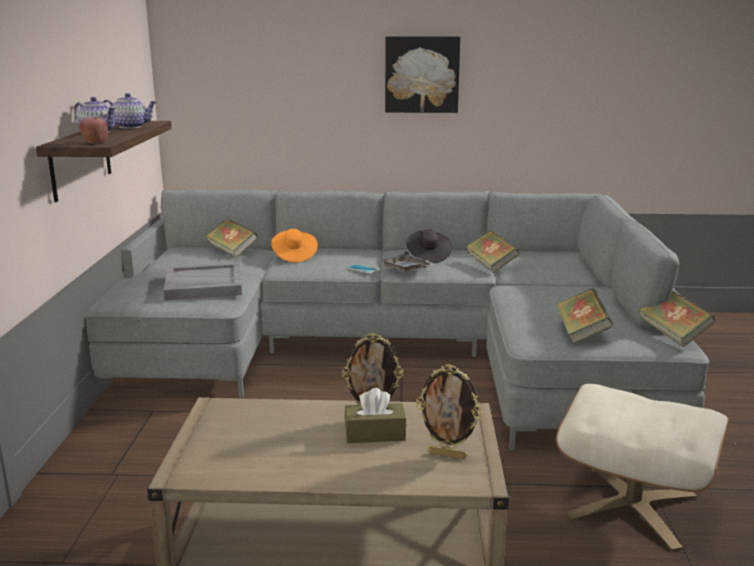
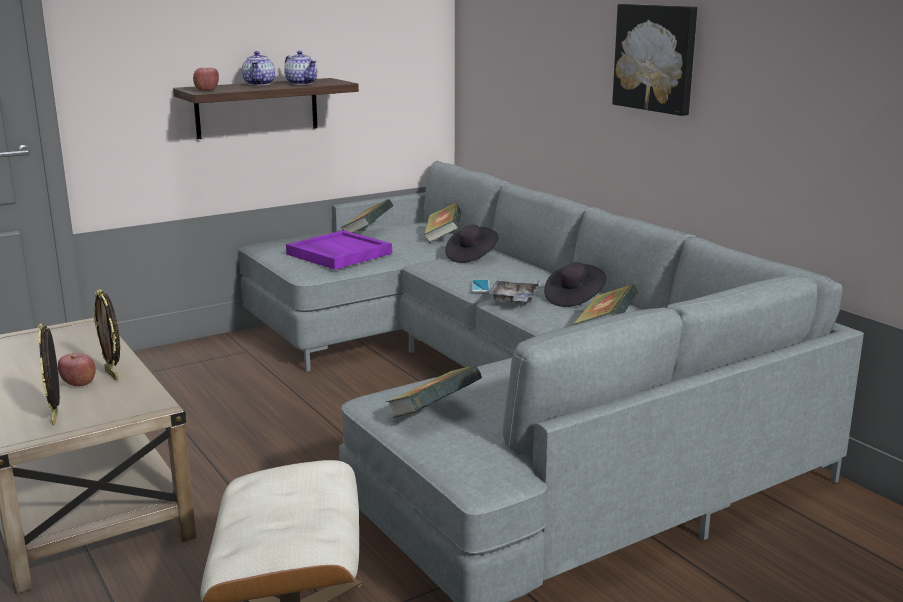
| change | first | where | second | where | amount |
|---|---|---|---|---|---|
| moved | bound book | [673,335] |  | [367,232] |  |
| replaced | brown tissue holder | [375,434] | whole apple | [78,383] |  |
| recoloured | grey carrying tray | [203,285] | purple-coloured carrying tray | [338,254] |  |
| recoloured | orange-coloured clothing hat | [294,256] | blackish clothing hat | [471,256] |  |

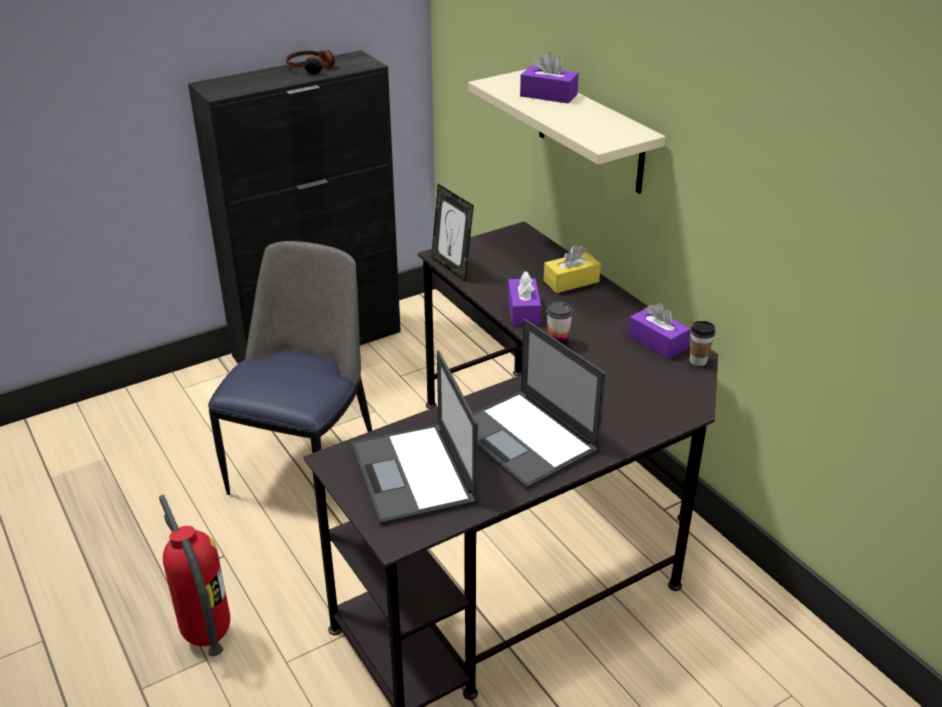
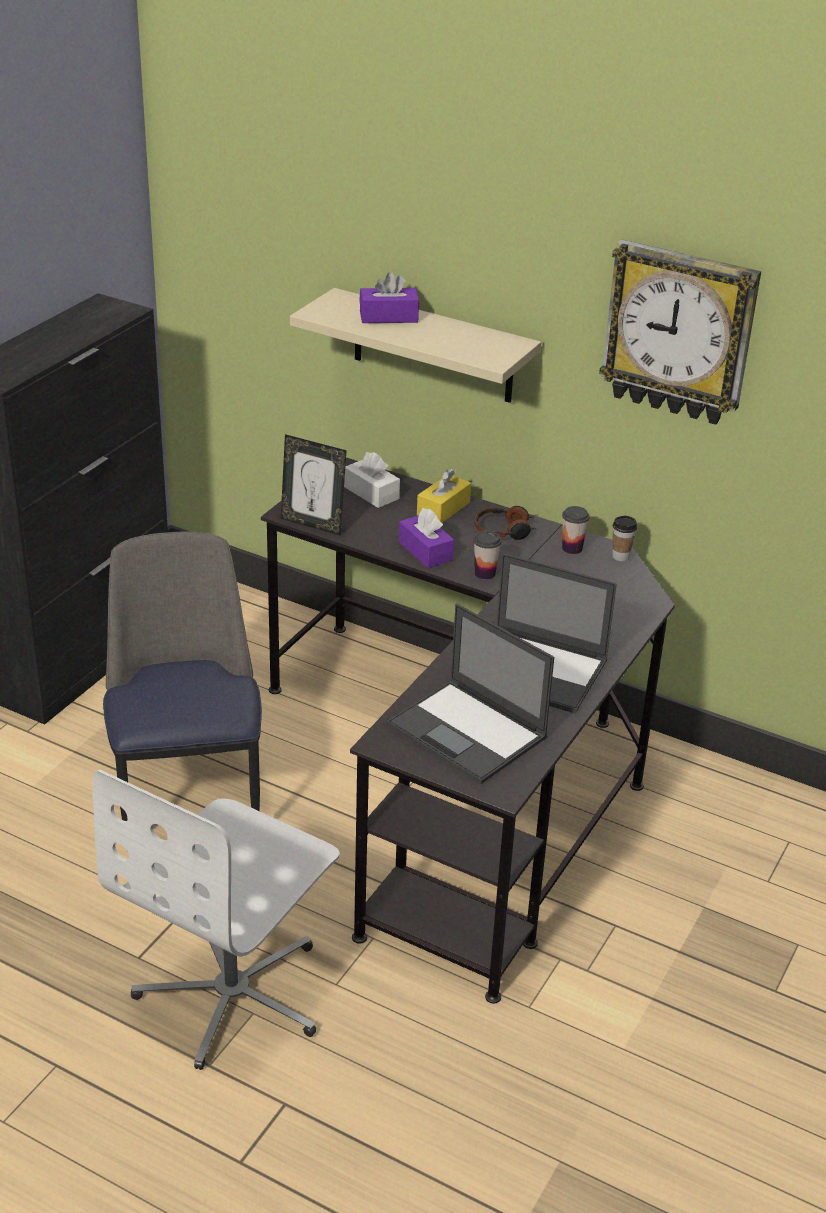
| change | first | where | second | where | amount |
|---|---|---|---|---|---|
| added |  |  | white-coloured tissue holder | [371,493] |  |
| added |  |  | clock on the wall | [679,332] |  |
| moved | pair of headphones | [311,68] |  | [504,531] |  |
| replaced | fire extinguisher | [206,637] | white-coloured office chair | [233,993] |  |
| replaced | purple-coloured tissue holder | [657,342] | cup | [572,548] |  |

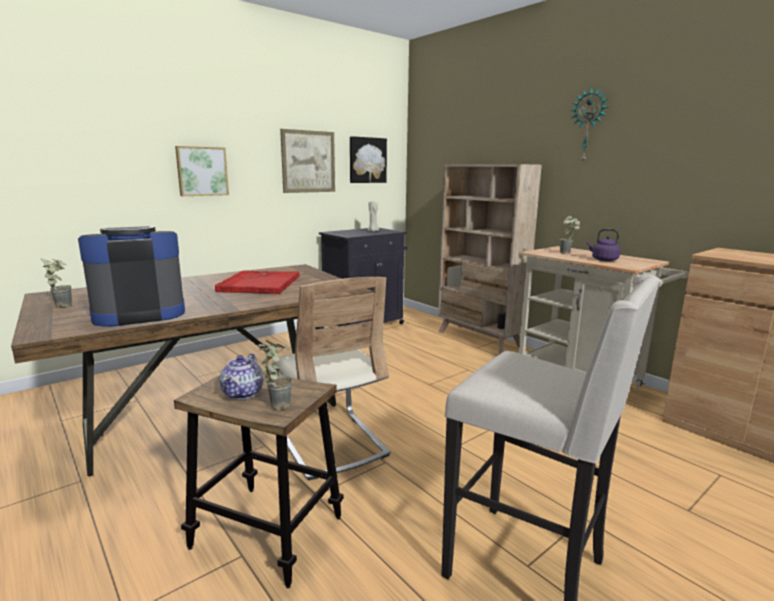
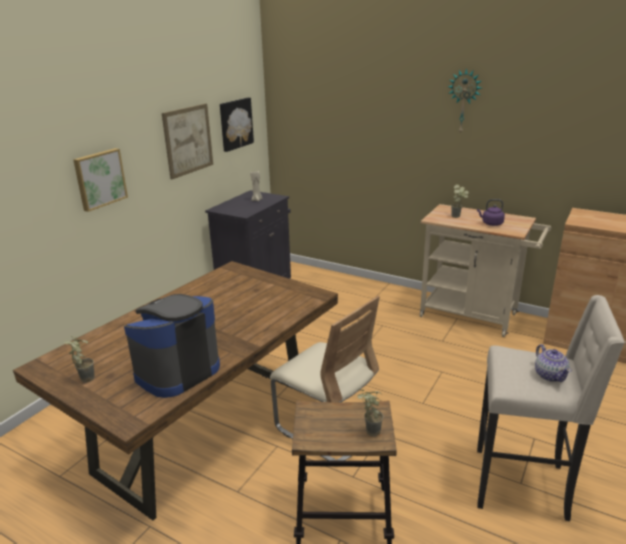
| change | first | where | second | where | amount |
|---|---|---|---|---|---|
| removed | reddish carrying tray | [259,284] |  |  |  |
| removed | sand-coloured bookcase | [479,339] |  |  |  |
| moved | tea pot | [243,393] |  | [550,375] |  |

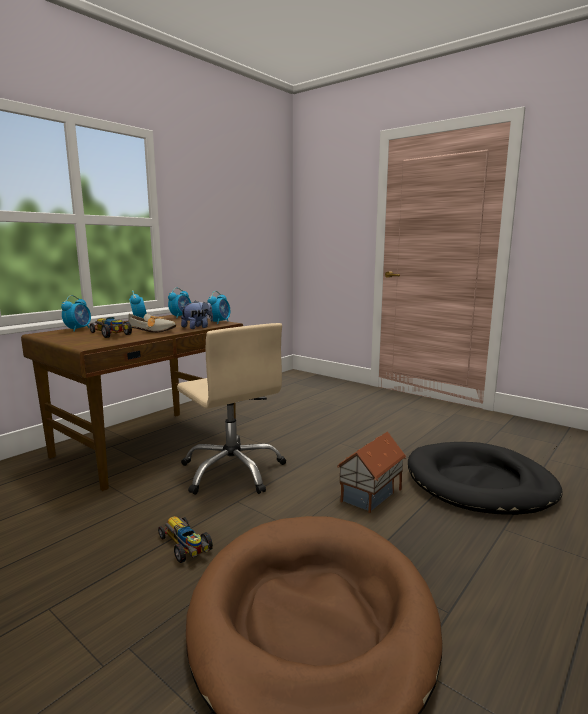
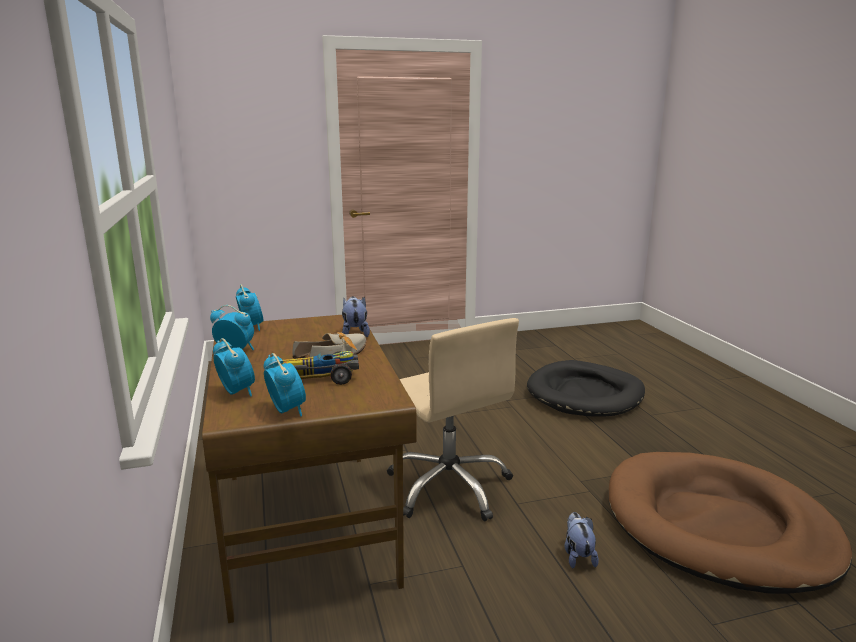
| change | first | where | second | where | amount |
|---|---|---|---|---|---|
| removed | model house | [372,495] |  |  |  |
| moved | bedside clock | [219,322] |  | [286,410] |  |
| replaced | miniature car | [186,546] | plush toy | [578,556] |  |
| turned | sand-coloured office chair | [233,471] |  | [449,486] | 60 degrees clockwise |

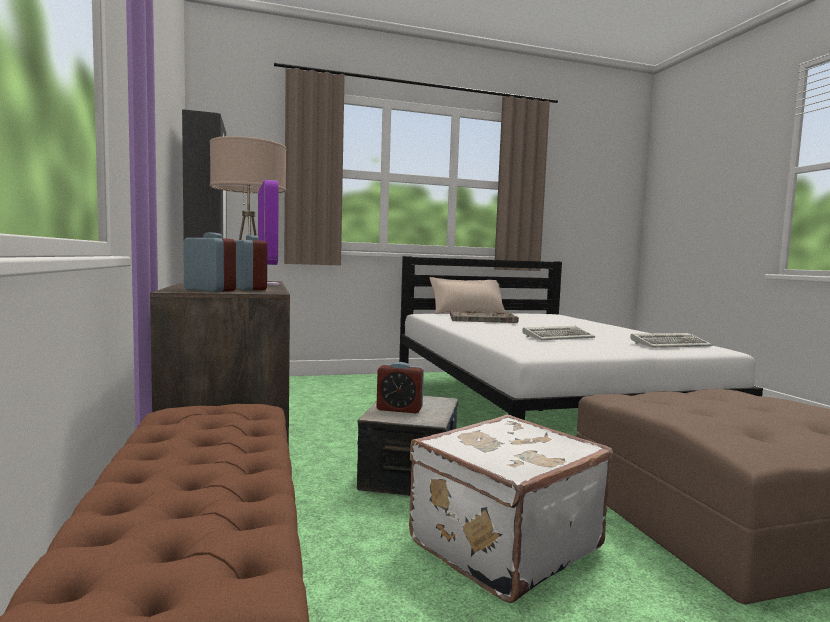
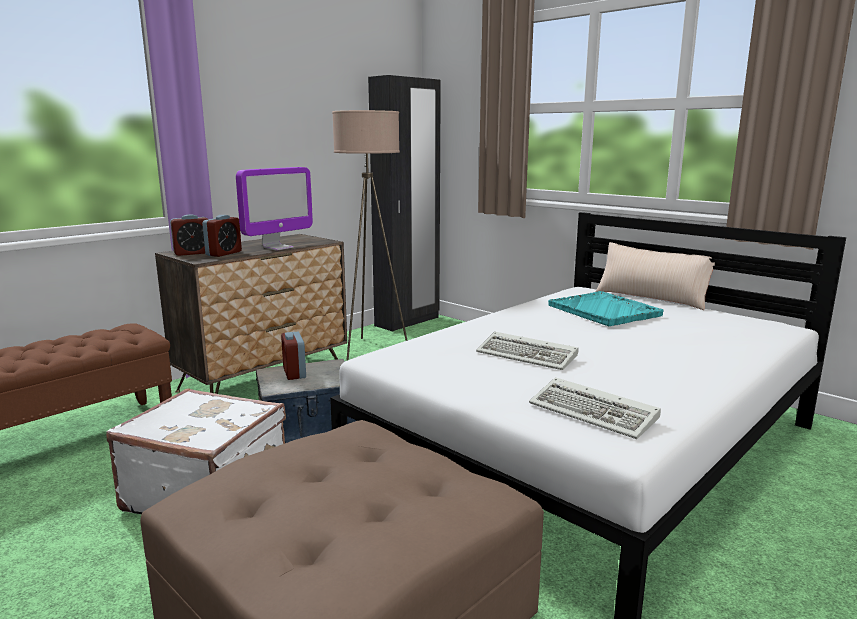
| change | first | where | second | where | amount |
|---|---|---|---|---|---|
| recoloured | grey carrying tray | [483,319] | turquoise carrying tray | [604,311] |  |
| turned | bedside clock | [209,290] |  | [193,253] | 60 degrees clockwise |

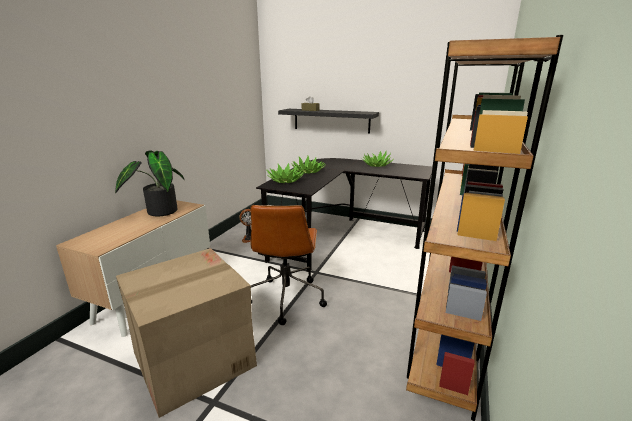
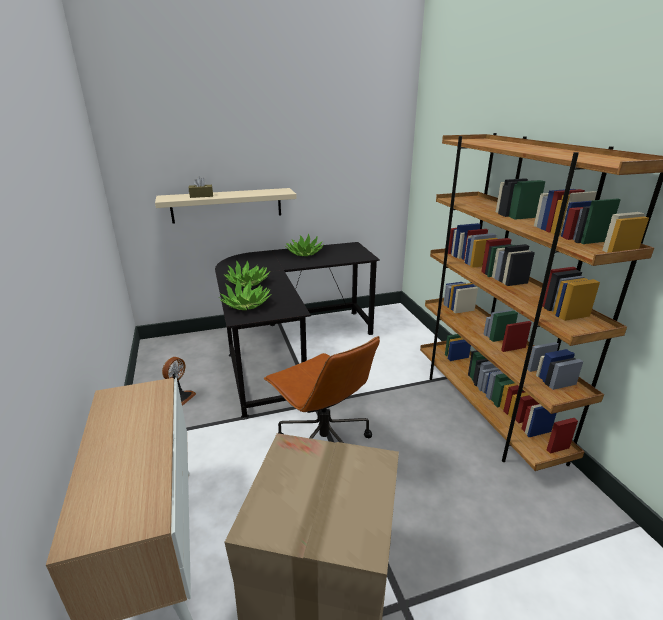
| change | first | where | second | where | amount |
|---|---|---|---|---|---|
| removed | potted plant | [159,211] |  |  |  |
| recoloured | blackish shelf | [331,120] | sand-coloured shelf | [227,205] |  |

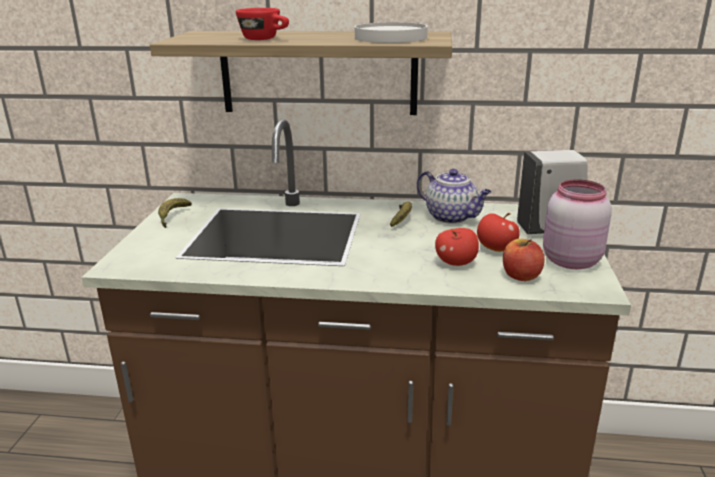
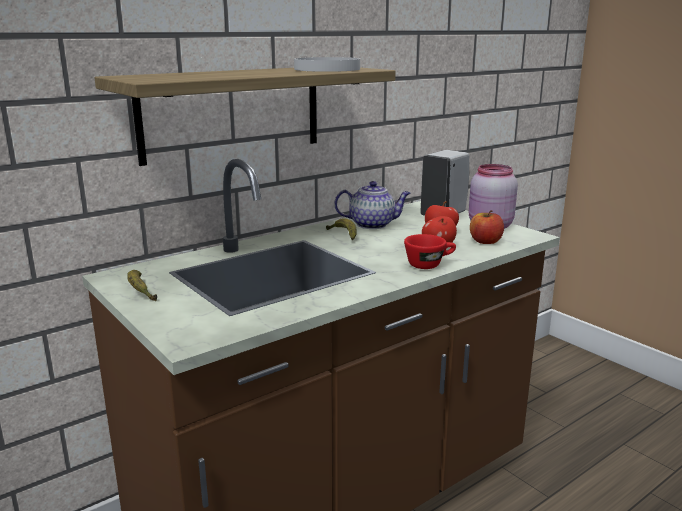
| change | first | where | second | where | amount |
|---|---|---|---|---|---|
| moved | reddish cup | [265,39] |  | [429,264] |  |

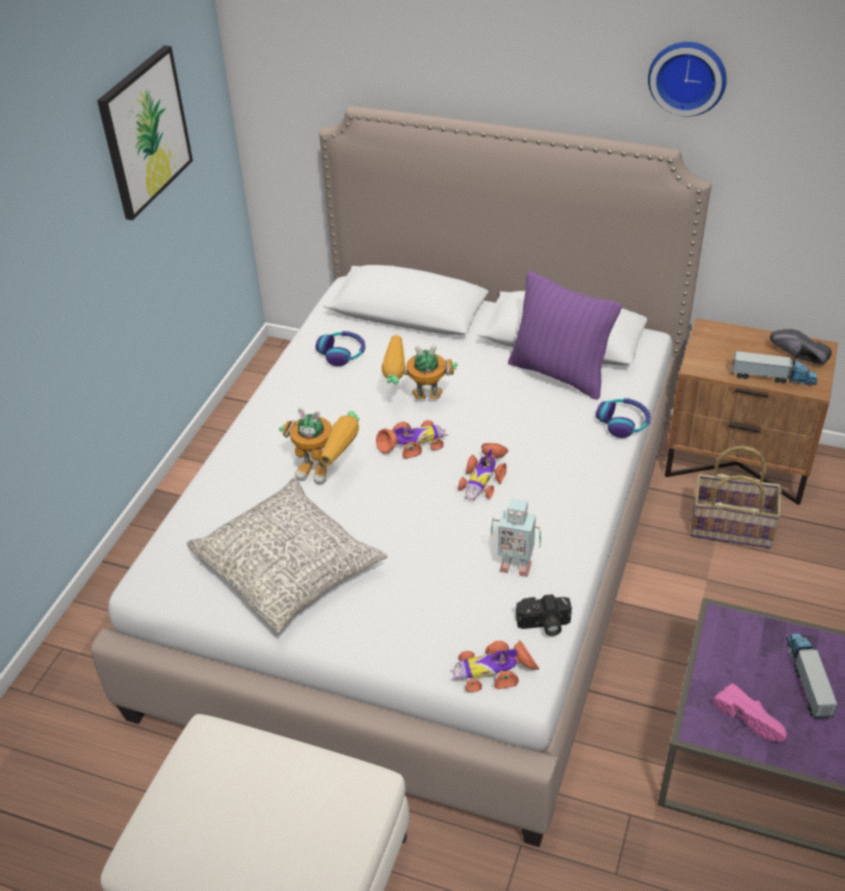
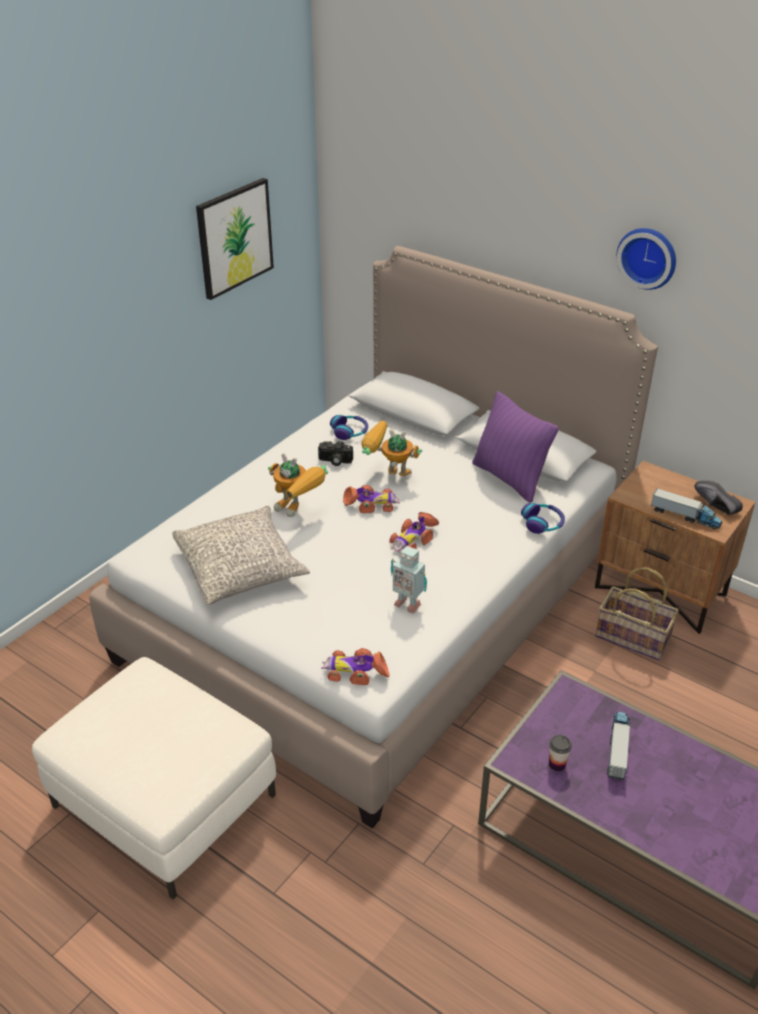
| change | first | where | second | where | amount |
|---|---|---|---|---|---|
| moved | still camera | [544,625] |  | [334,461] |  |
| replaced | pinkish low shoe | [750,718] | cup | [557,764] |  |

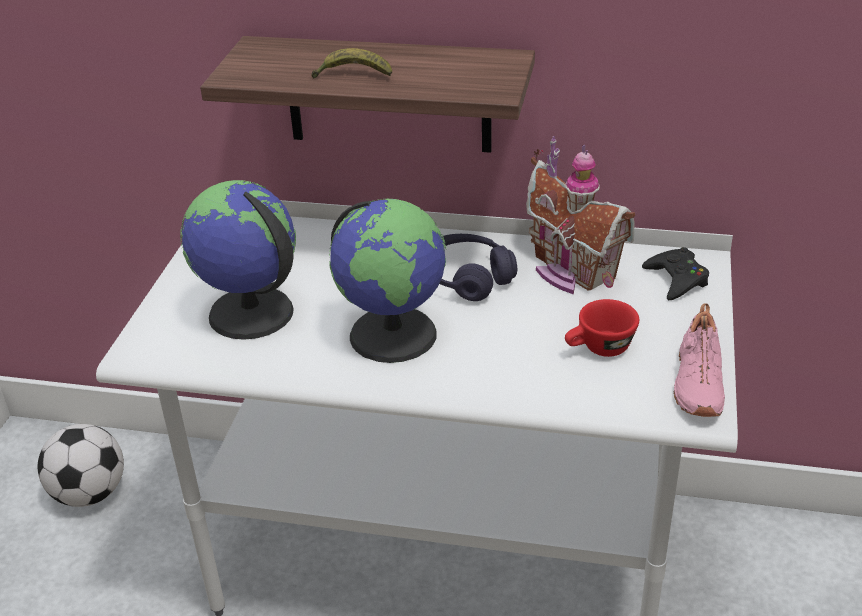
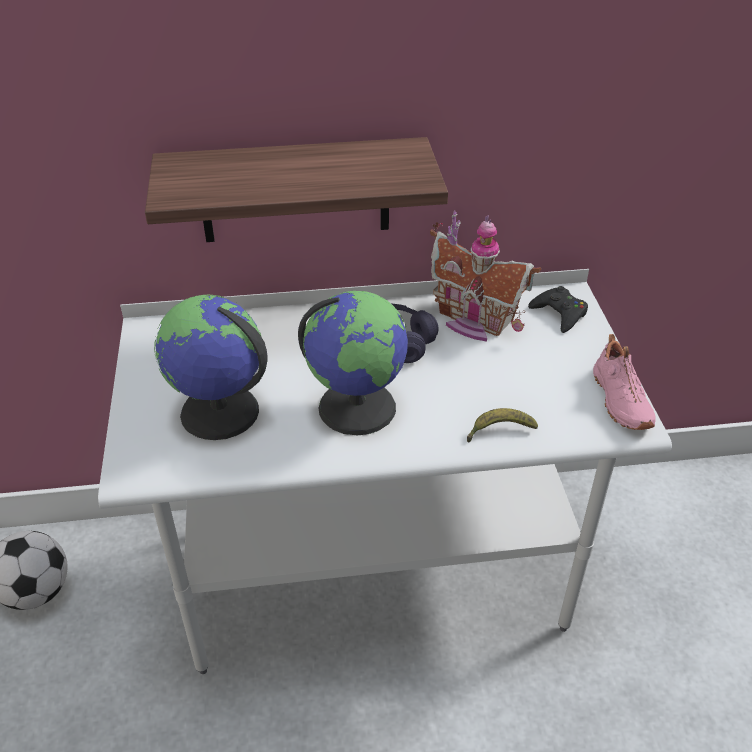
| change | first | where | second | where | amount |
|---|---|---|---|---|---|
| removed | reddish cup | [599,349] |  |  |  |
| moved | whole banana | [353,75] |  | [499,431] |  |

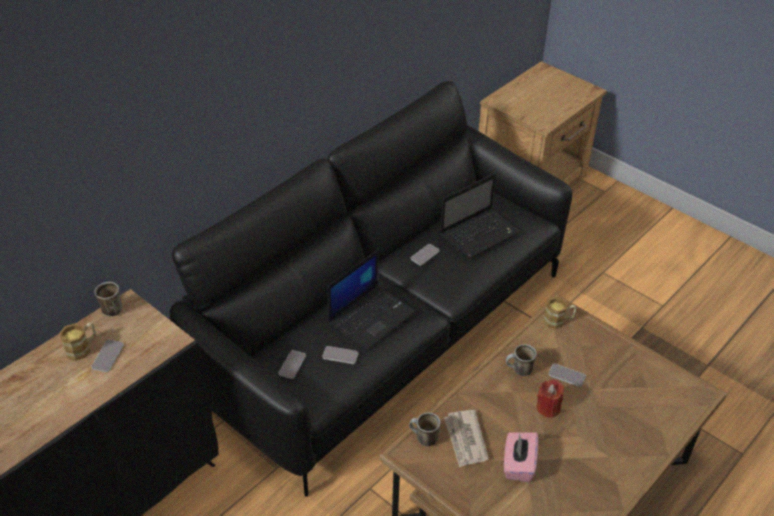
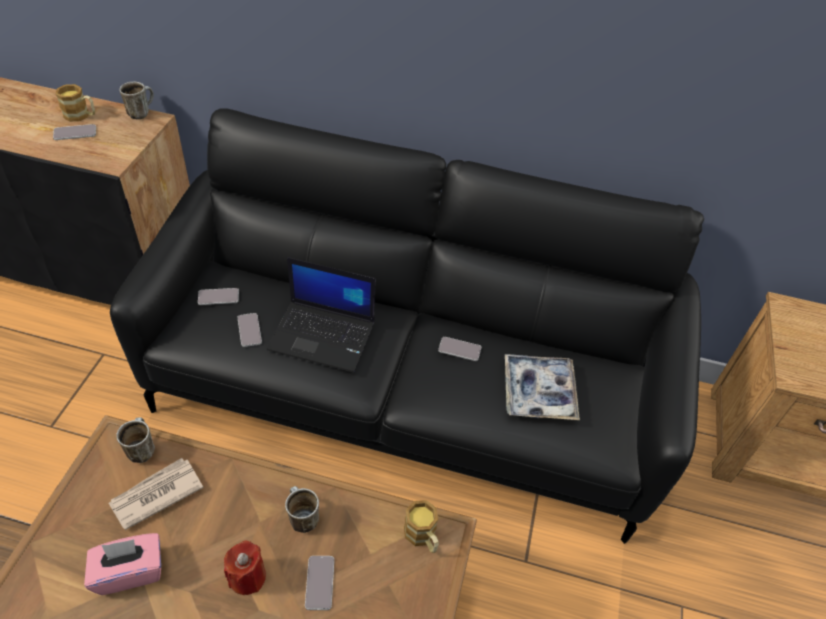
| change | first | where | second | where | amount |
|---|---|---|---|---|---|
| replaced | notebook computer | [480,234] | carrying tray | [538,392] |  |

